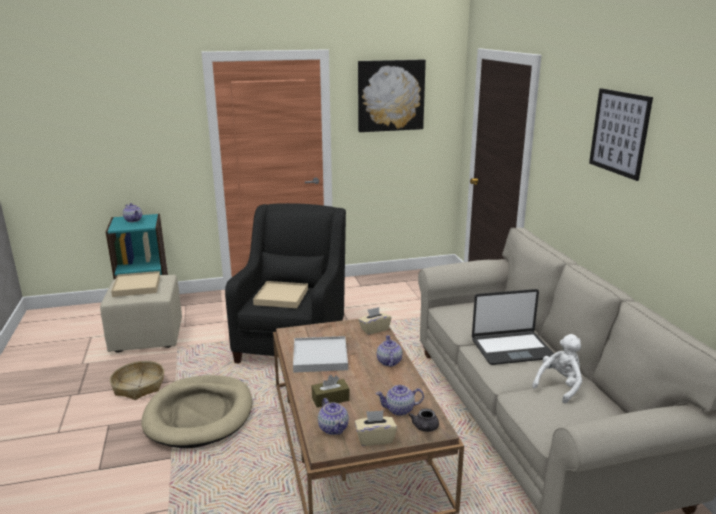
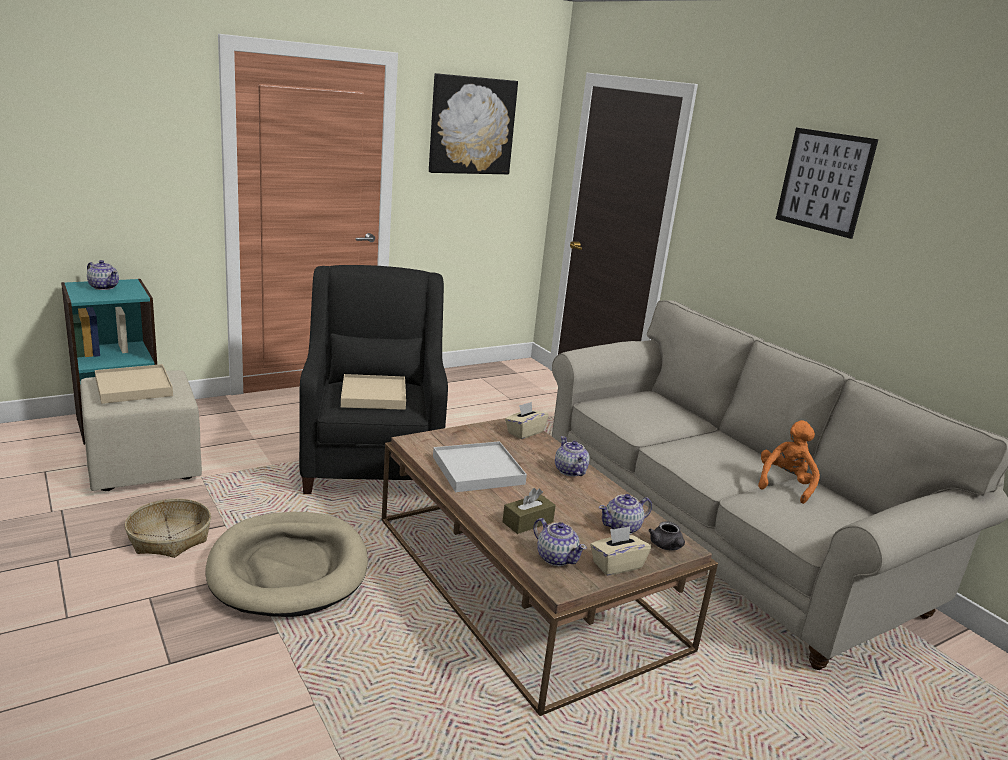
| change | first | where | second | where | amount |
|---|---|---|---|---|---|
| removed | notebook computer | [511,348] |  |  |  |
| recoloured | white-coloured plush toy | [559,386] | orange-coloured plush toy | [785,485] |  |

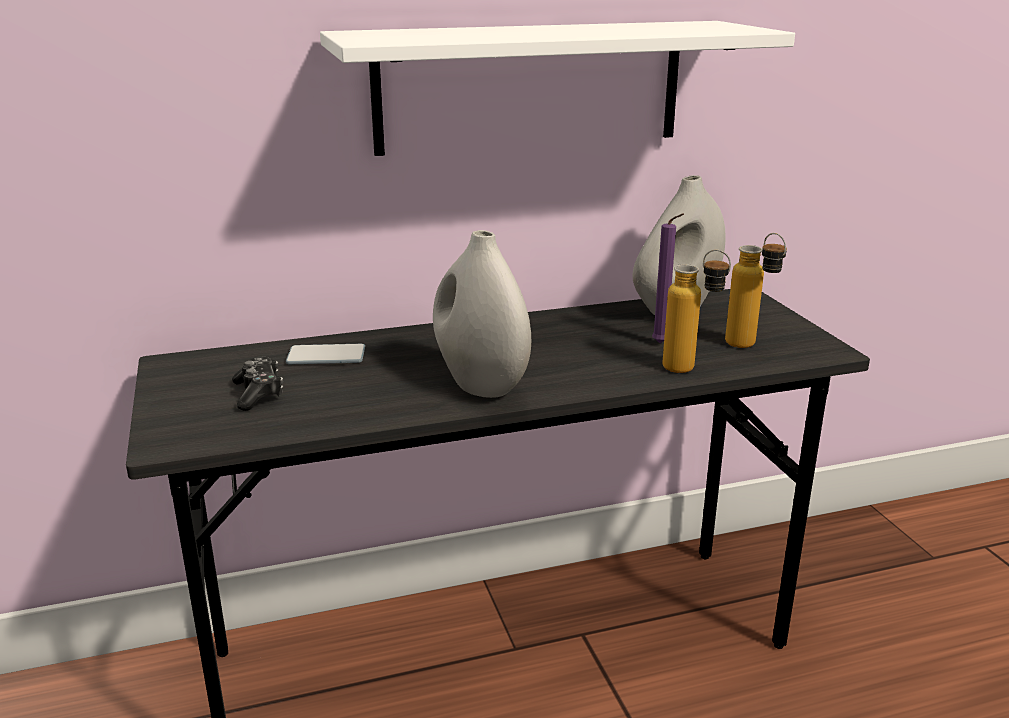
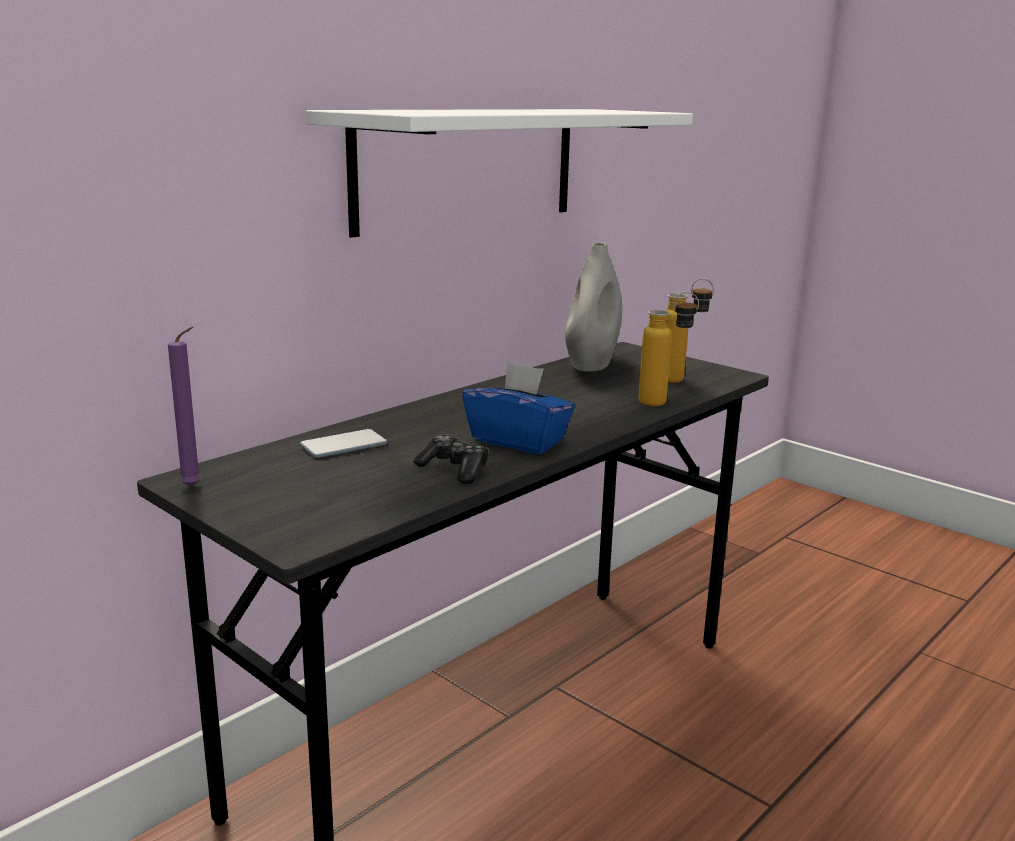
| change | first | where | second | where | amount |
|---|---|---|---|---|---|
| moved | game controller | [259,393] |  | [454,469] |  |
| moved | purple-coloured wax candle | [662,344] |  | [194,487] |  |
| replaced | white-coloured decorative vase | [480,384] | bluish tissue holder | [518,441] |  |

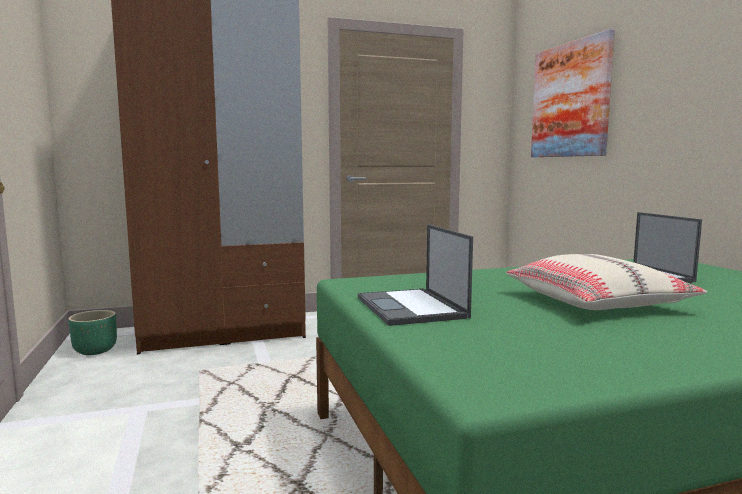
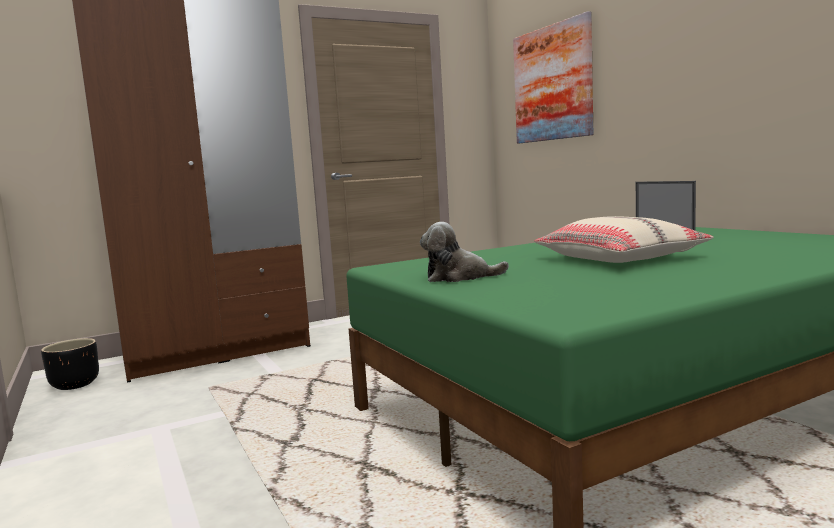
| change | first | where | second | where | amount |
|---|---|---|---|---|---|
| replaced | notebook computer | [411,308] | plush toy | [459,277] |  |
| recoloured | green plant pot | [95,351] | blackish plant pot | [75,385] |  |

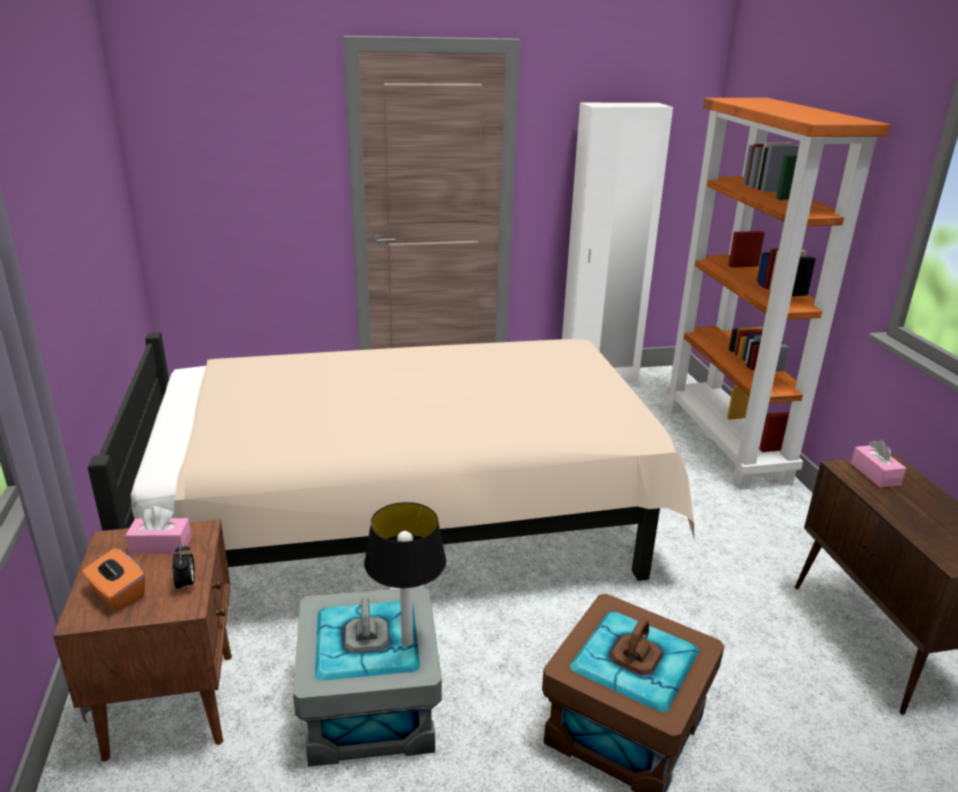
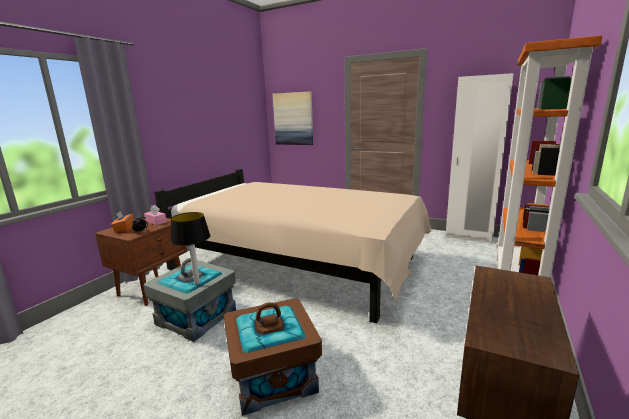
| change | first | where | second | where | amount |
|---|---|---|---|---|---|
| removed | pinkish tissue holder | [875,474] |  |  |  |
| added |  |  | wall picture | [293,119] |  |

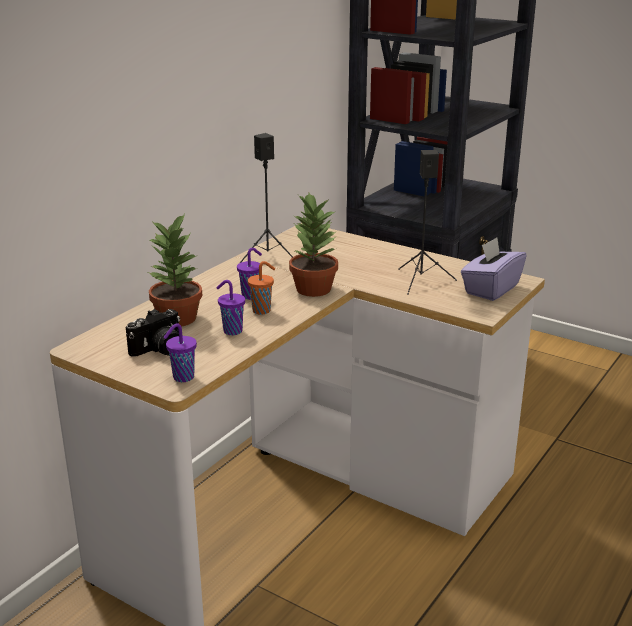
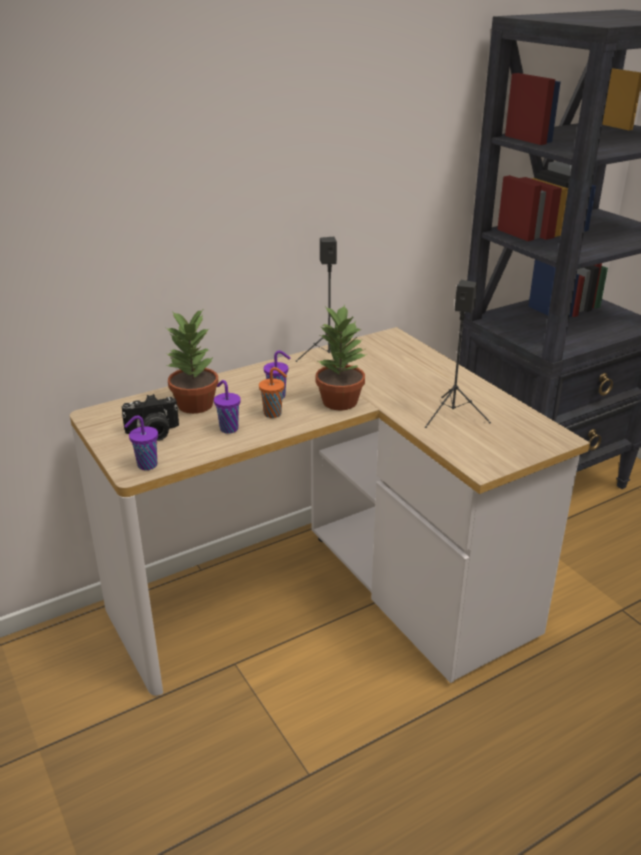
| change | first | where | second | where | amount |
|---|---|---|---|---|---|
| removed | purple-coloured tissue holder | [491,289] |  |  |  |

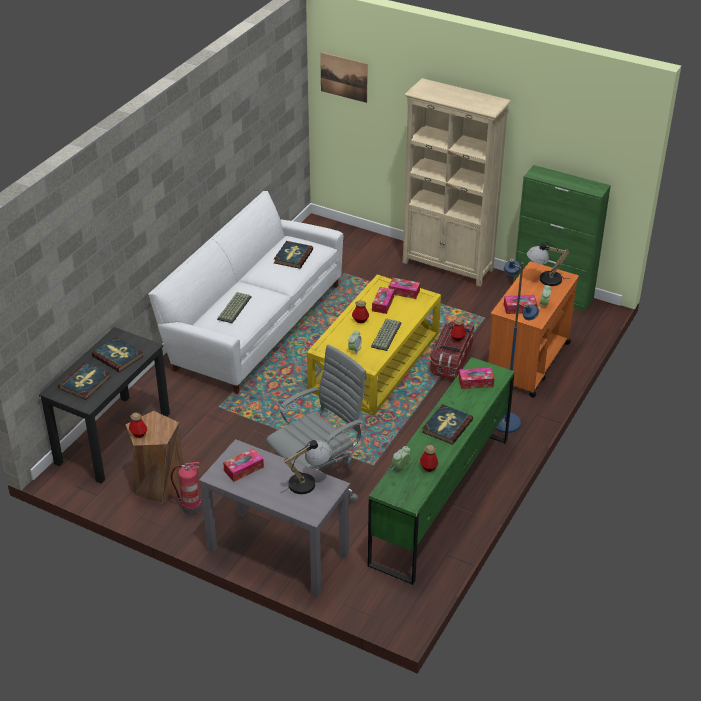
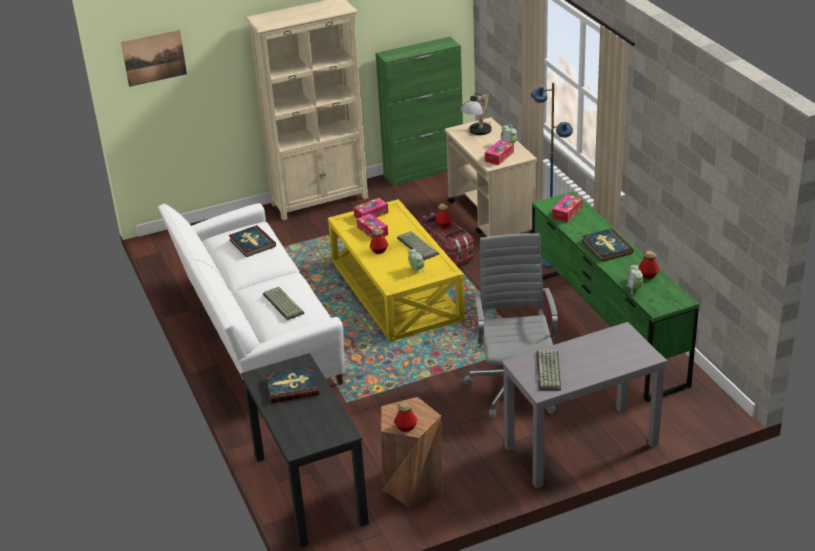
| change | first | where | second | where | amount |
|---|---|---|---|---|---|
| removed | bound book | [85,383] |  |  |  |
| removed | fire extinguisher | [190,507] |  |  |  |
| removed | table lamp | [308,482] |  |  |  |
| replaced | tissue holder | [243,469] | PC keyboard | [549,371] |  |
| recoloured | orange-coloured wheeled cart | [528,363] | sand-coloured wheeled cart | [491,218] |  |

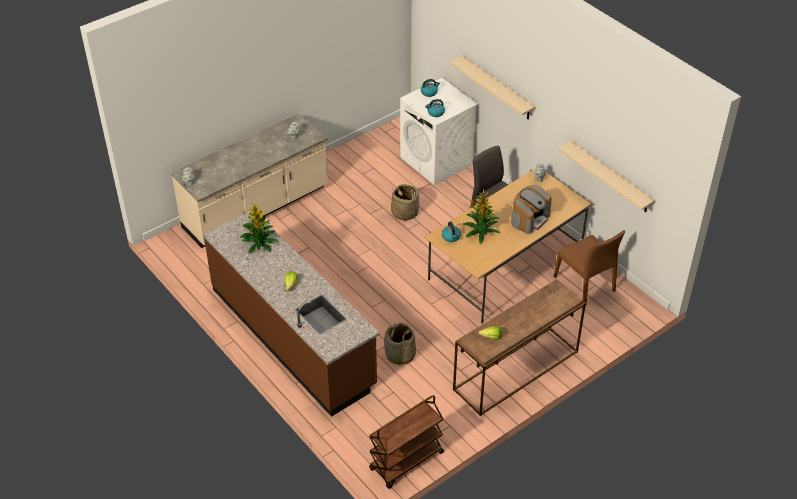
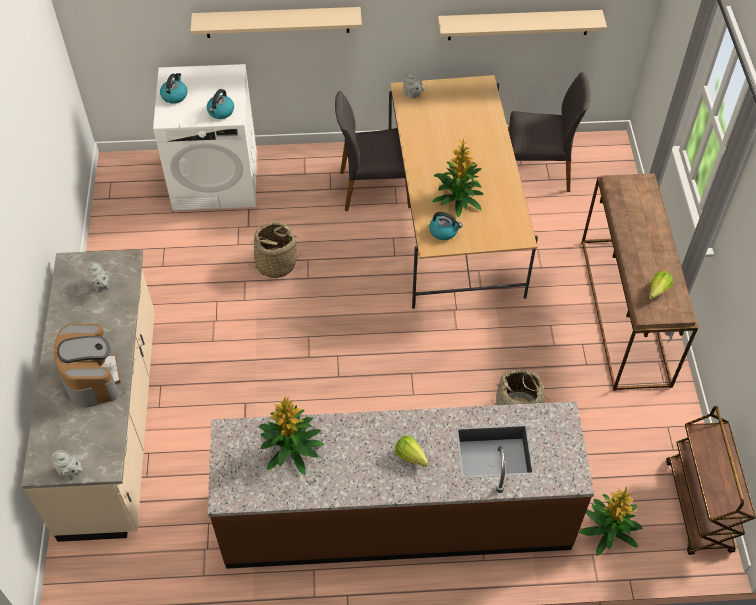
| change | first | where | second | where | amount |
|---|---|---|---|---|---|
| added |  |  | potted plant | [608,530] |  |
| moved | coffee maker | [529,218] |  | [92,375] |  |
| recoloured | brown plain chair | [585,284] | grey plain chair | [537,170] |  |

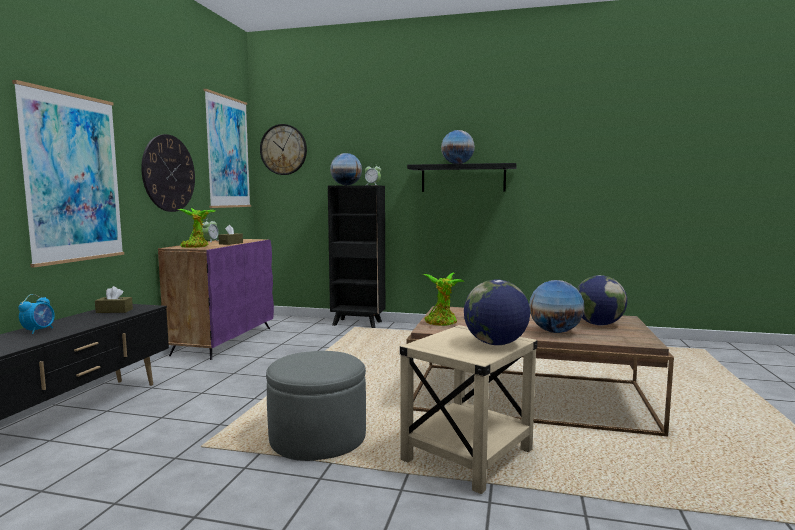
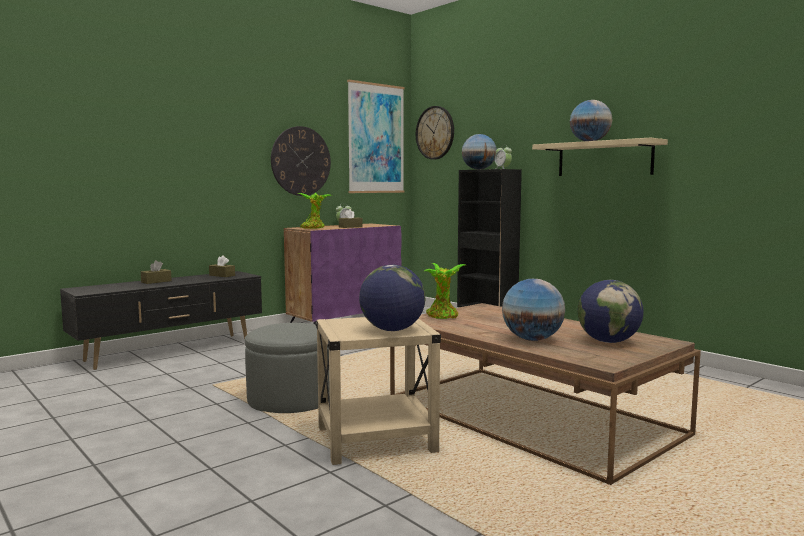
| change | first | where | second | where | amount |
|---|---|---|---|---|---|
| removed | wall picture | [73,178] |  |  |  |
| replaced | bedside clock | [39,330] | brown tissue holder | [156,281] |  |
| recoloured | blackish shelf | [463,178] | sand-coloured shelf | [604,159] |  |

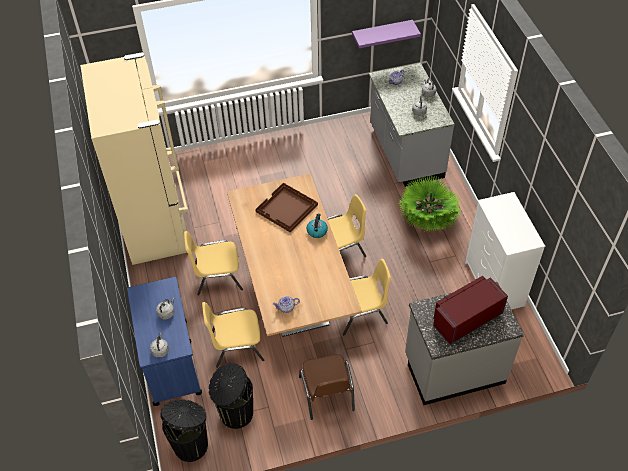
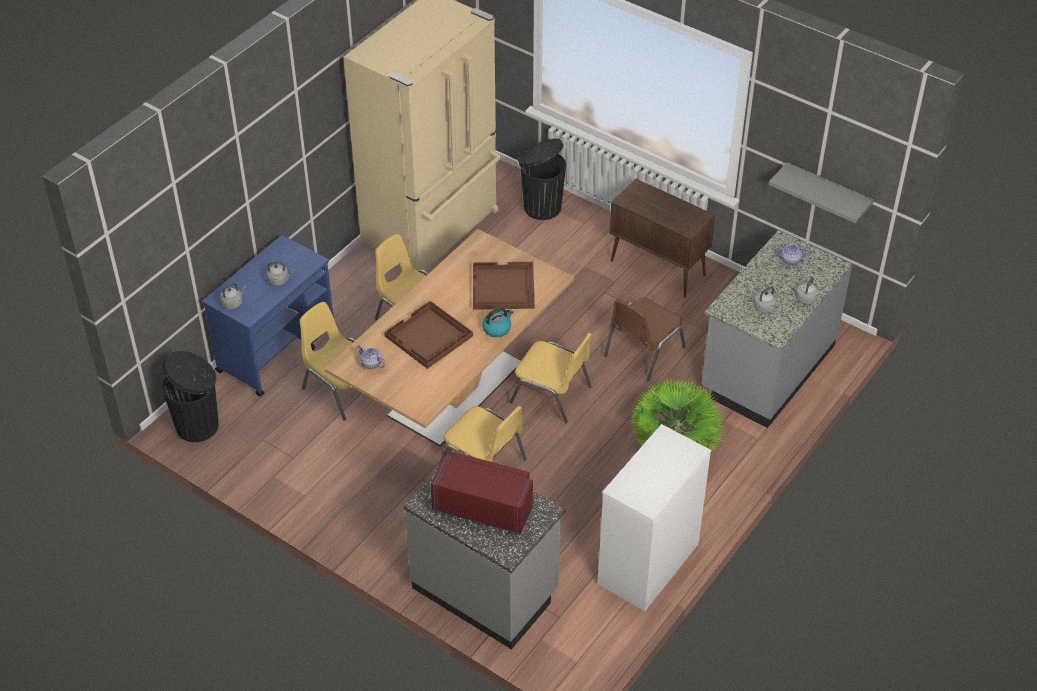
| change | first | where | second | where | amount |
|---|---|---|---|---|---|
| added |  |  | brown carrying tray | [428,337] |  |
| added |  |  | brown storage cabinet | [658,268] |  |
| moved | blackish waste bin | [235,413] |  | [541,207] |  |
| moved | brown plain chair | [327,394] |  | [642,352] |  |
| recoloured | purple-coloured shelf | [382,33] | grey shelf | [827,192] |  |

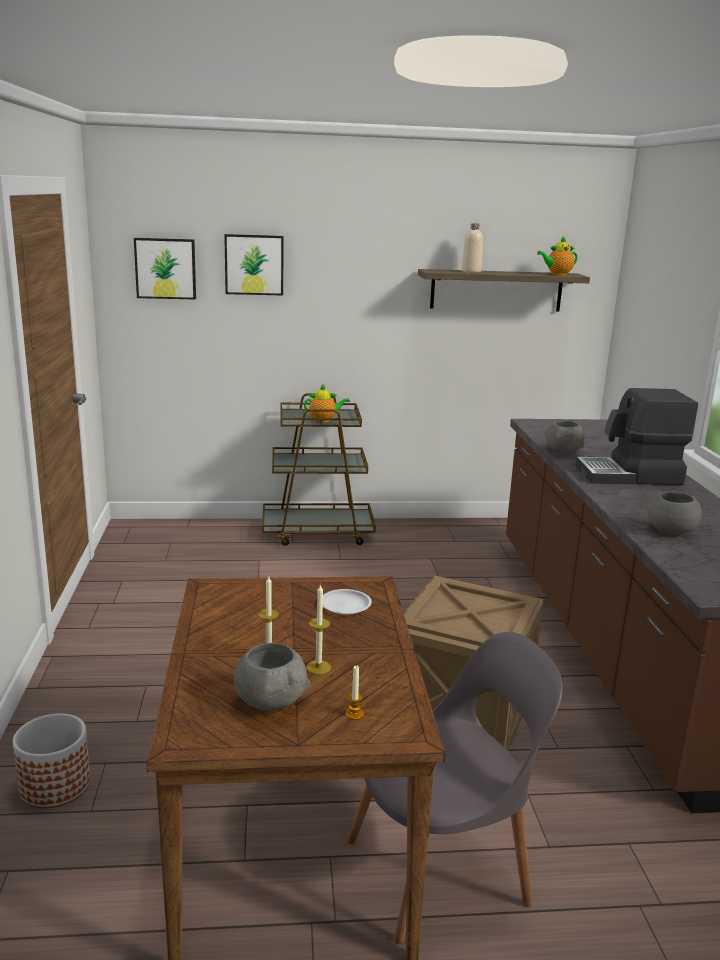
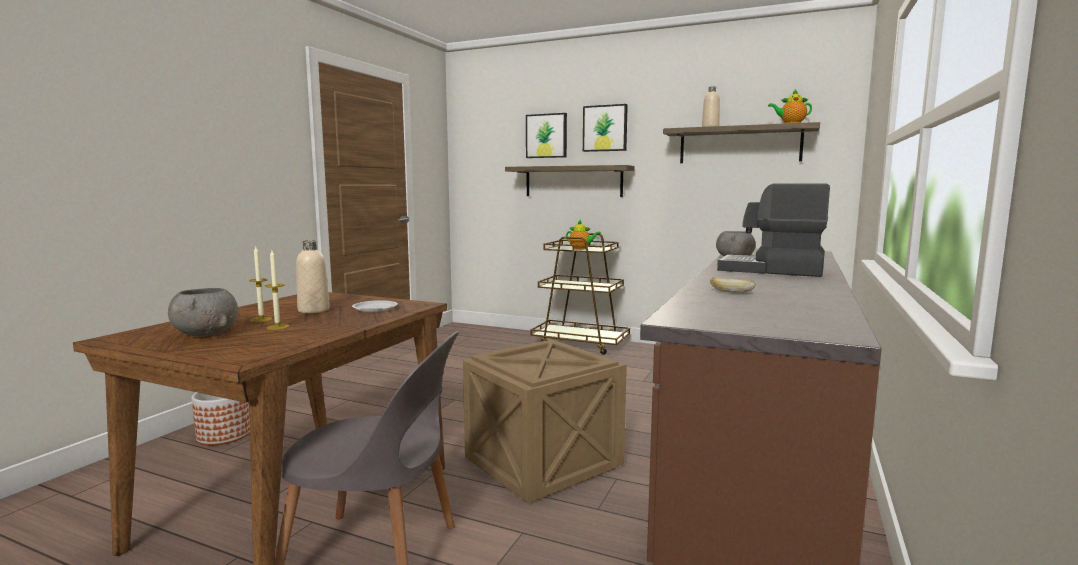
| change | first | where | second | where | amount |
|---|---|---|---|---|---|
| removed | wax candle | [354,714] |  |  |  |
| added |  |  | sand-coloured bottle | [313,310] |  |
| added |  |  | shelf | [573,181] |  |
| moved | wall picture | [165,268] |  | [605,128] |  |
| replaced | grey bowl | [670,531] | bread | [731,292] |  |

